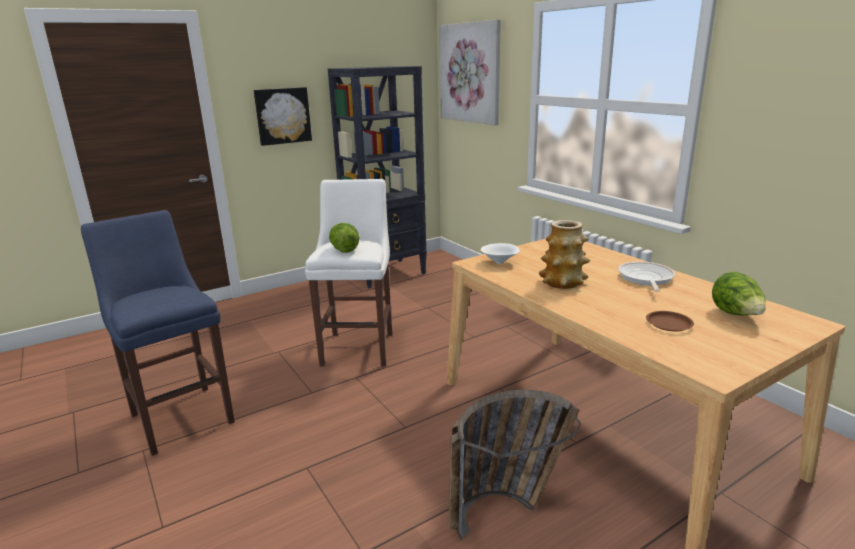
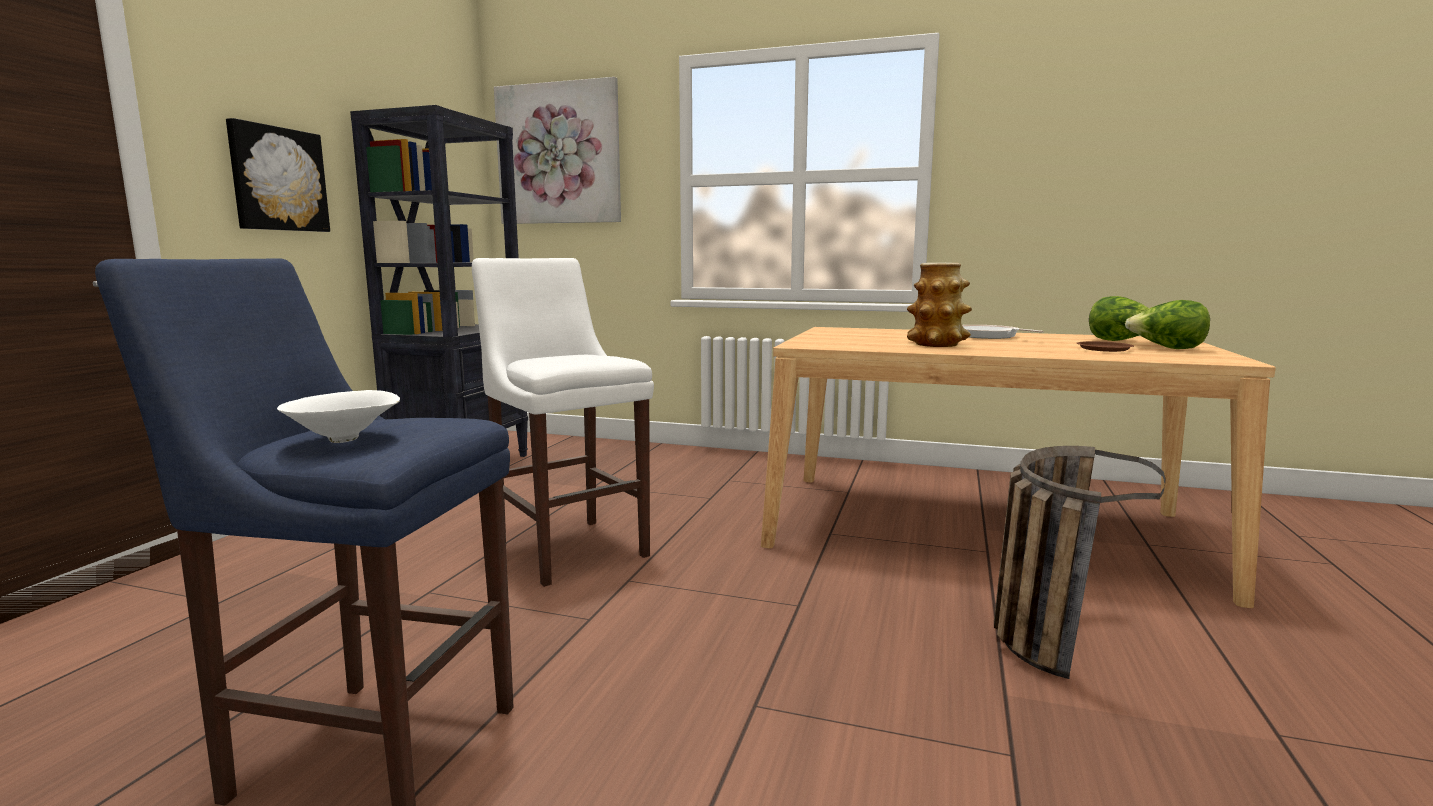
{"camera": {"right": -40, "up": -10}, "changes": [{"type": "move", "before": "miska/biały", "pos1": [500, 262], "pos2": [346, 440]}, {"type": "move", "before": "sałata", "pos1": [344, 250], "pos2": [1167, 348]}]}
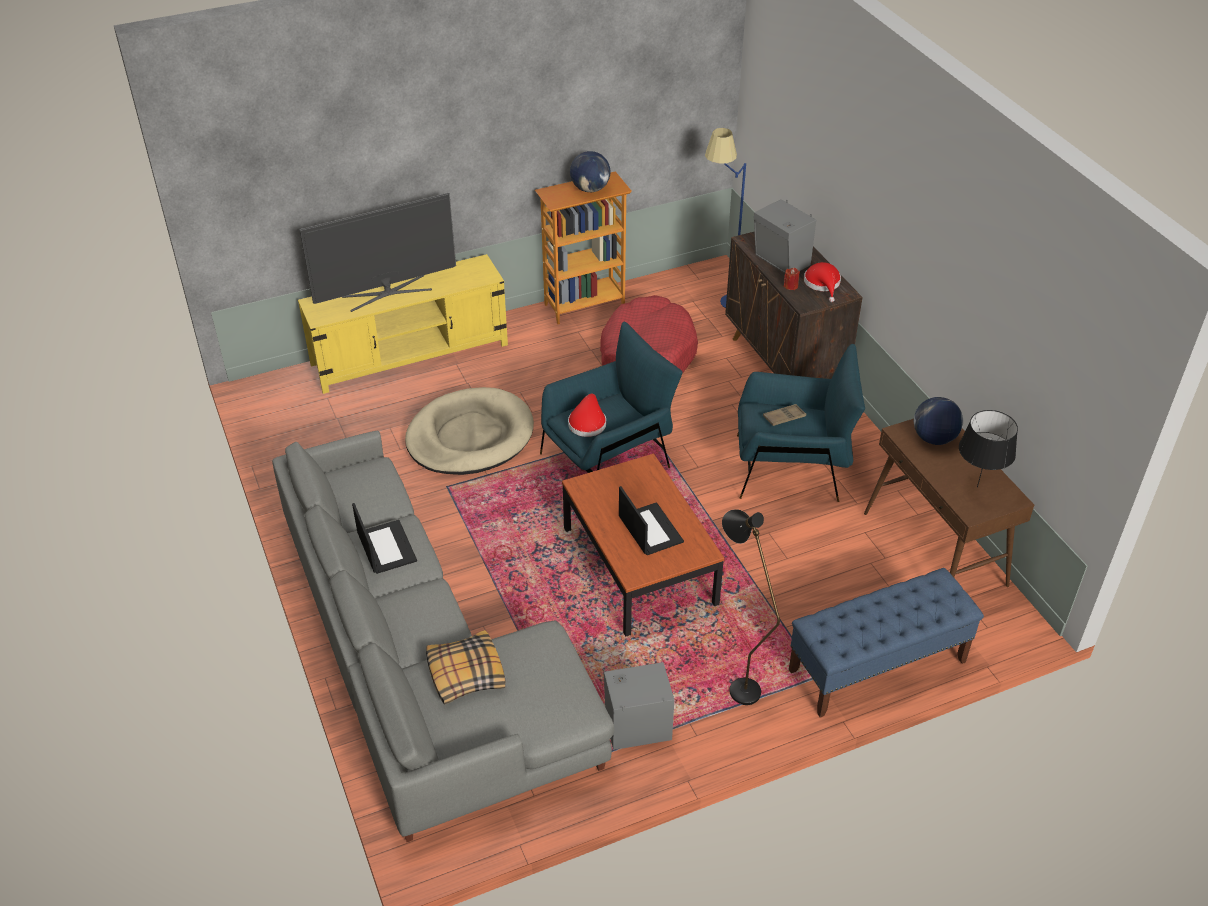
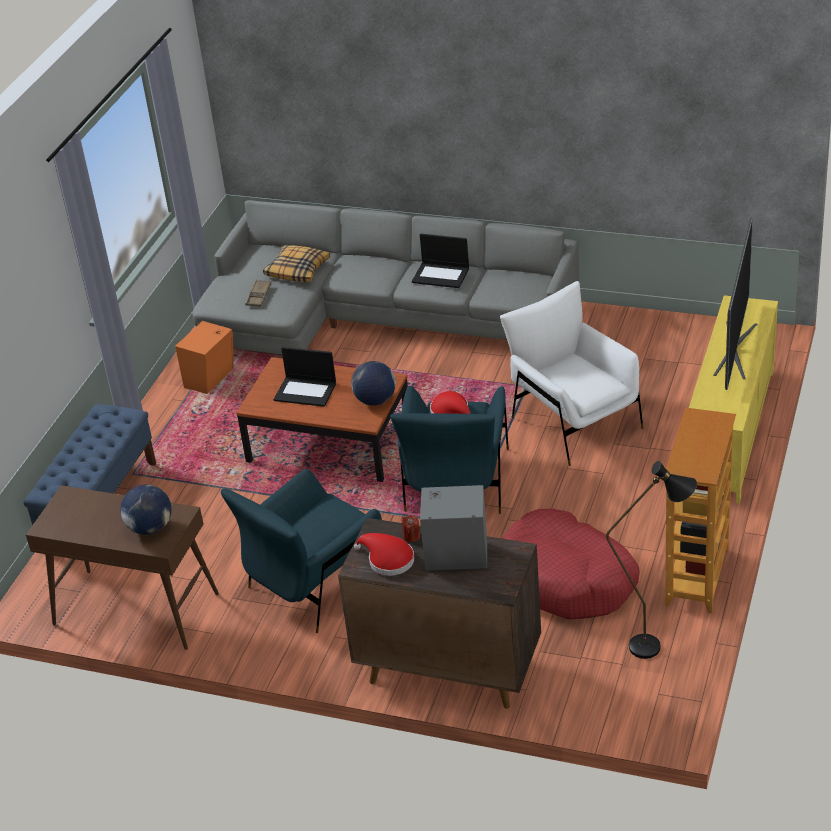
{"camera": {"right": 135, "up": -5}, "changes": [{"type": "recolor", "before": "głośnik/szary", "after": "głośnik/pomarańczowy", "pos1": [636, 727], "pos2": [211, 378]}, {"type": "move", "before": "taca/brązowy", "pos1": [784, 417], "pos2": [258, 296]}, {"type": "move", "before": "globus", "pos1": [590, 189], "pos2": [375, 401]}, {"type": "replace", "before": "legowisko/beżowy", "after": "fotel/biały", "pos1": [470, 436], "pos2": [574, 421]}, {"type": "move", "before": "lampa stojąca/czarny", "pos1": [737, 684], "pos2": [656, 647]}, {"type": "delete", "before": "lampa stojąca/niebieski", "pos1": [721, 301]}, {"type": "delete", "before": "lampa stołowa/czarny", "pos1": [977, 487]}]}
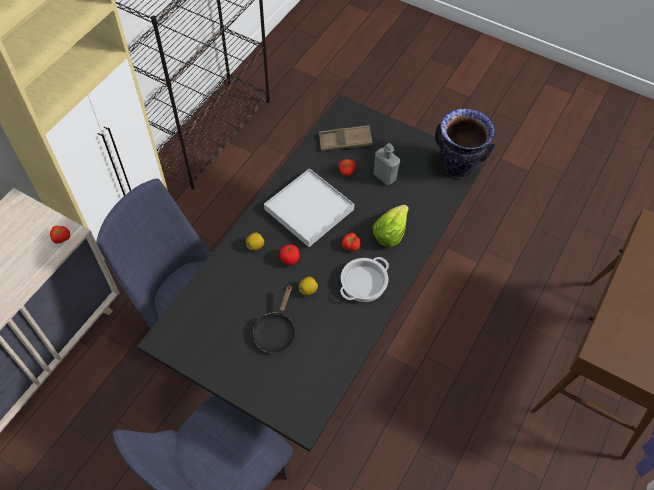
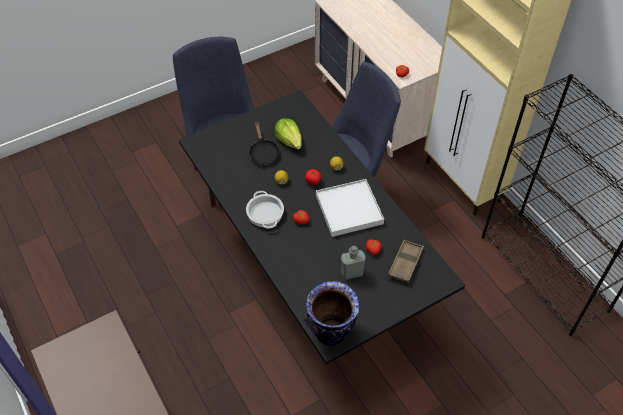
{"camera": {"right": 120, "up": -5}, "changes": [{"type": "rotate", "before": "patelnia/czarny", "pos1": [275, 331], "pos2": [263, 153], "turn": -150}, {"type": "move", "before": "sałata", "pos1": [390, 232], "pos2": [289, 140]}]}
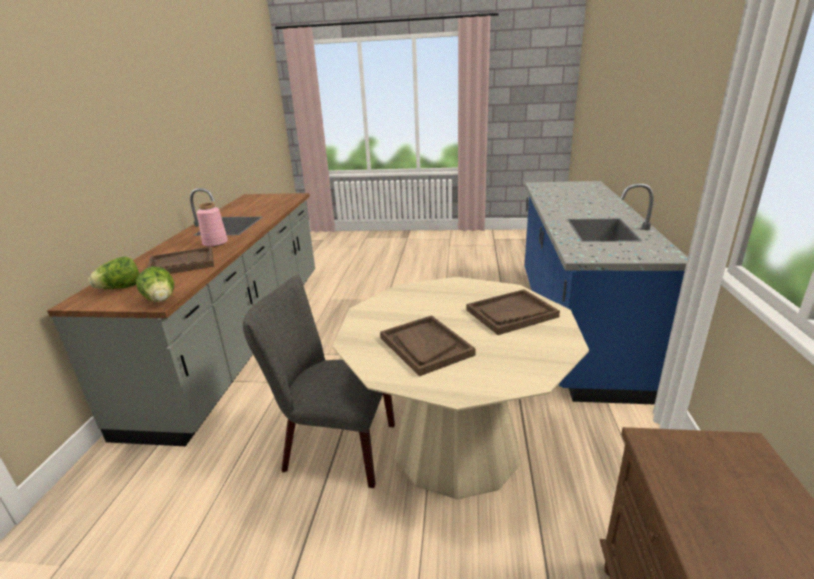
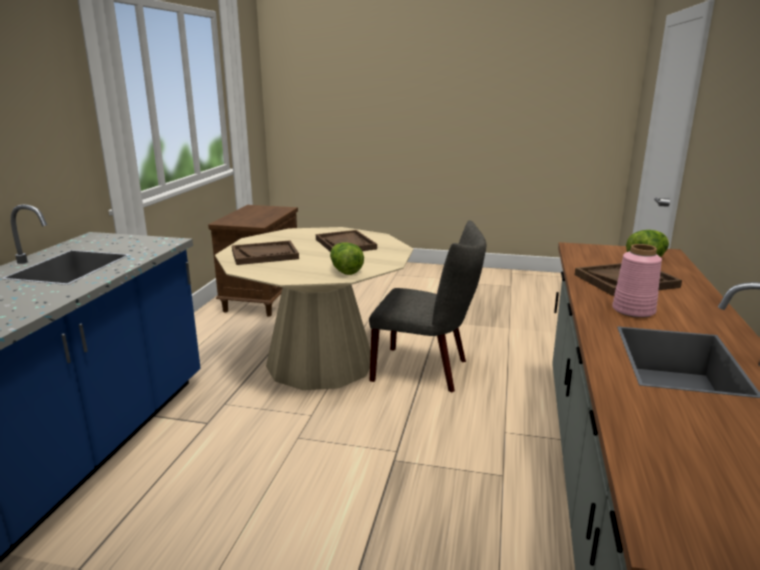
{"camera": {"right": -175, "up": -5}, "changes": [{"type": "move", "before": "sałata", "pos1": [161, 300], "pos2": [345, 271]}]}
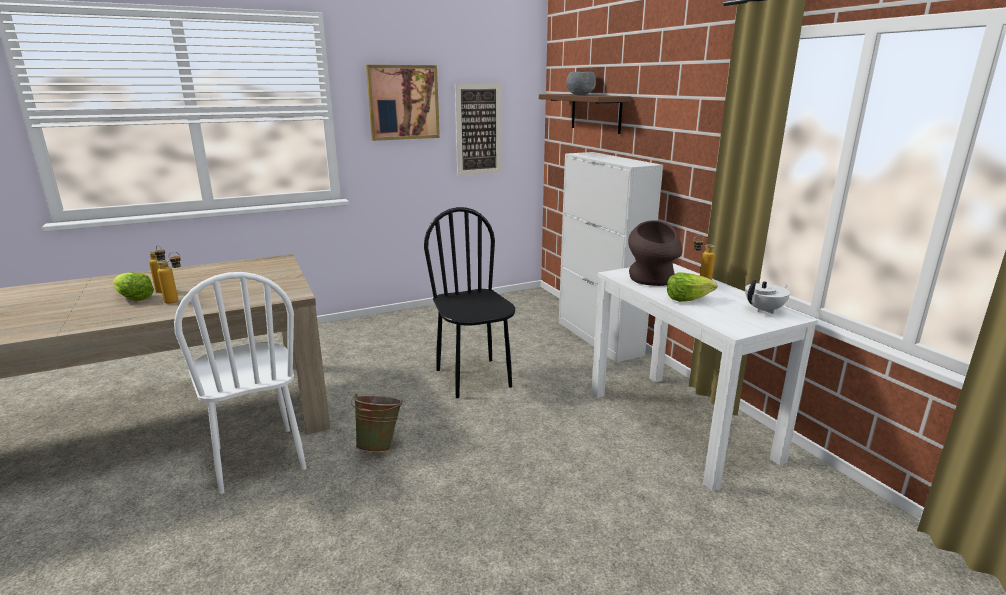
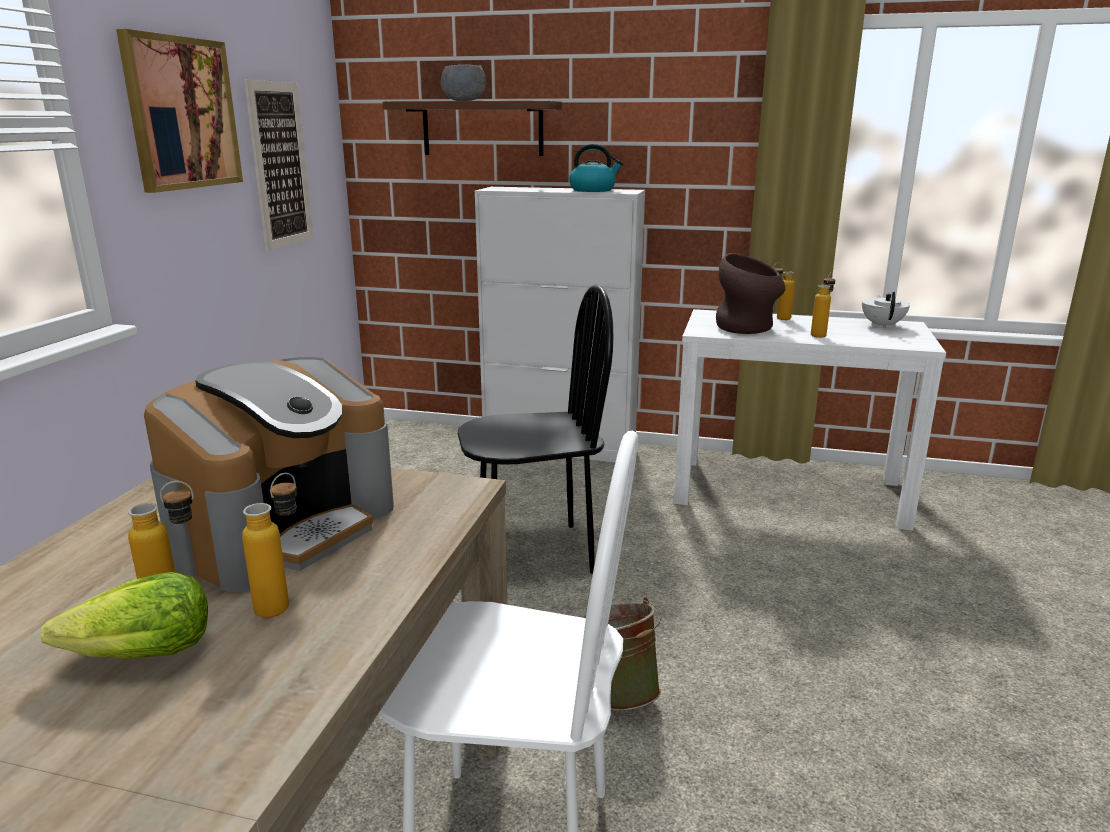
{"camera": {"right": -50, "up": 0}, "changes": [{"type": "insert", "after": "ekspres do kawy", "pos2": [283, 527]}, {"type": "rotate", "before": "krzesło/czarny", "pos1": [474, 378], "pos2": [534, 553], "turn": 150}, {"type": "insert", "after": "czajnik", "pos2": [593, 190]}, {"type": "replace", "before": "sałata", "after": "butelka", "pos1": [687, 299], "pos2": [820, 334]}]}
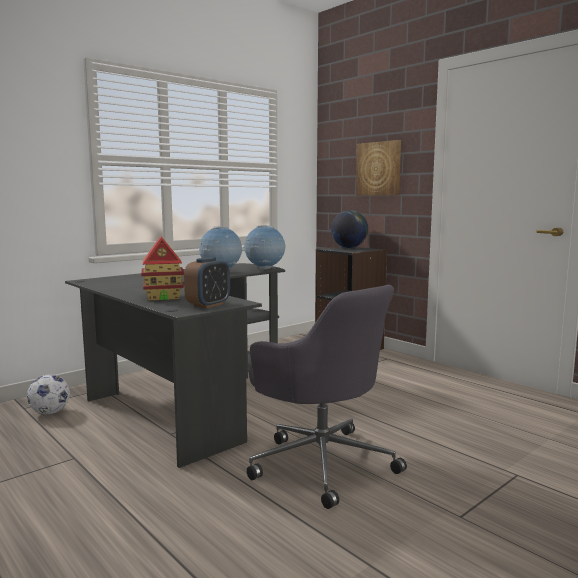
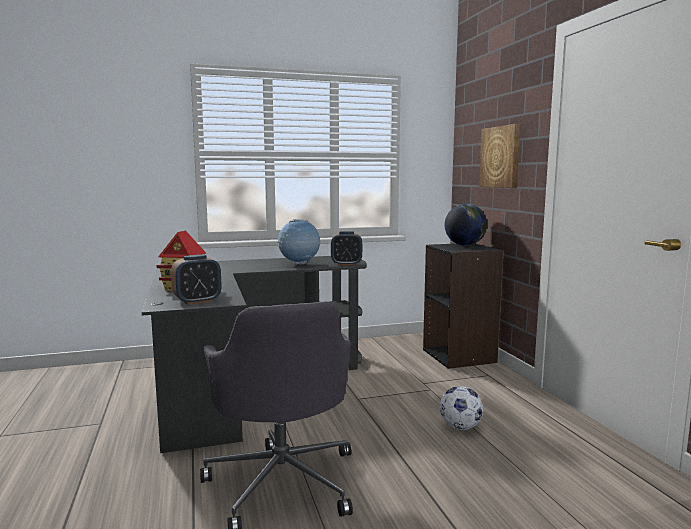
{"camera": {"right": 25, "up": 0}, "changes": [{"type": "replace", "before": "globus", "after": "budzik", "pos1": [264, 269], "pos2": [346, 264]}, {"type": "move", "before": "piłka futbolowa", "pos1": [50, 412], "pos2": [460, 427]}]}
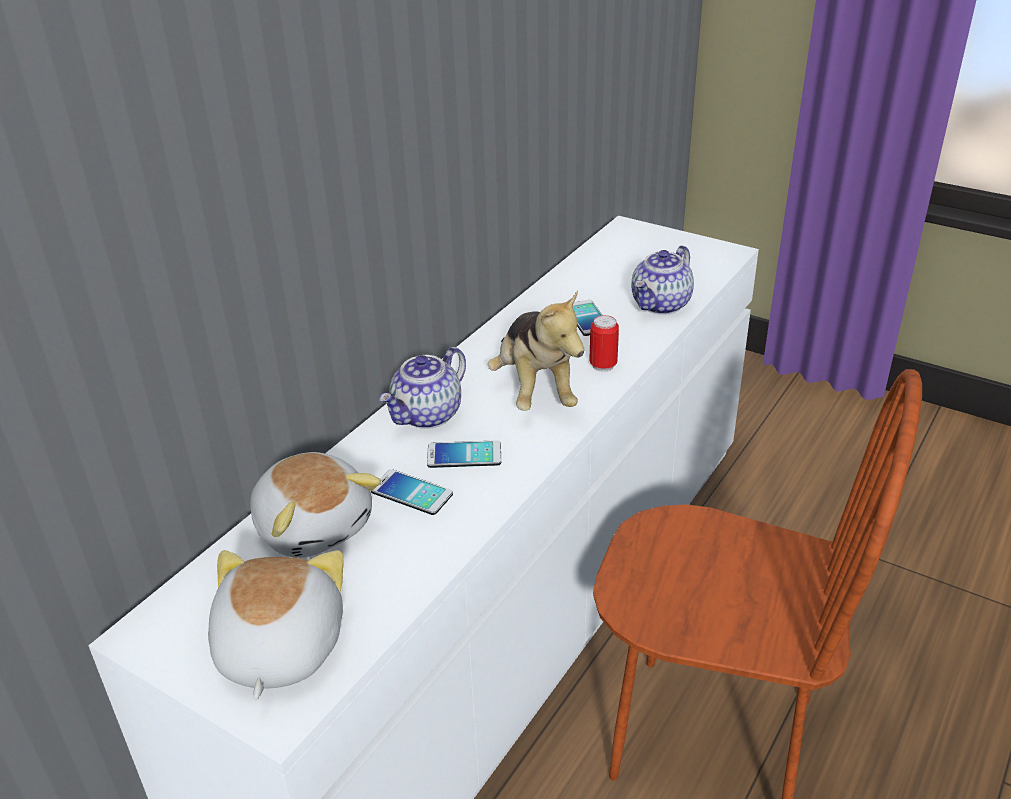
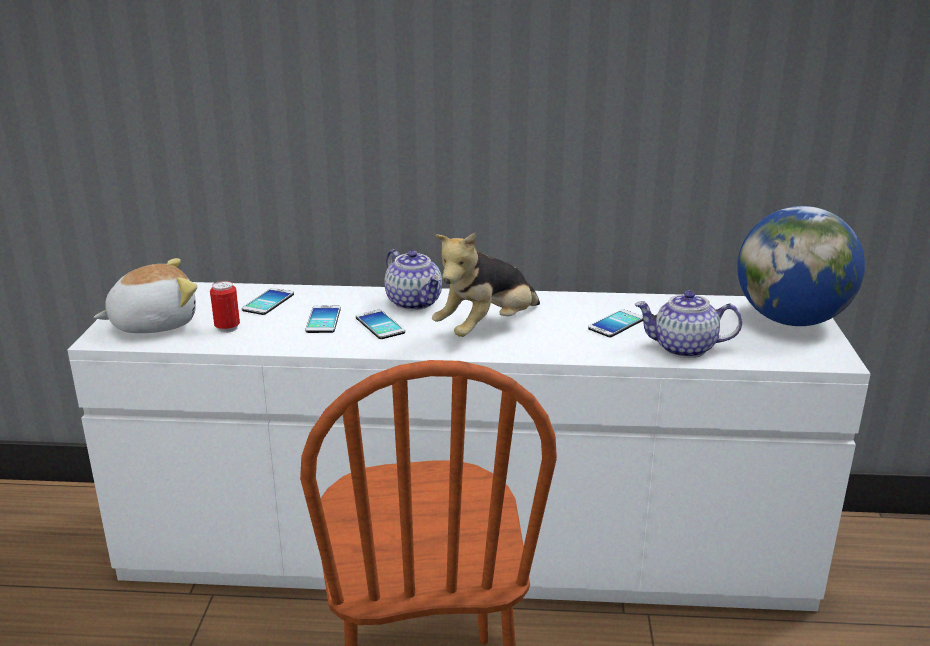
{"camera": {"right": 60, "up": -10}, "changes": [{"type": "move", "before": "puszka", "pos1": [603, 366], "pos2": [227, 328]}, {"type": "replace", "before": "pluszak", "after": "telefon", "pos1": [314, 525], "pos2": [268, 302]}, {"type": "rotate", "before": "imbryk", "pos1": [427, 415], "pos2": [414, 302], "turn": -135}, {"type": "insert", "after": "globus", "pos2": [790, 320]}]}
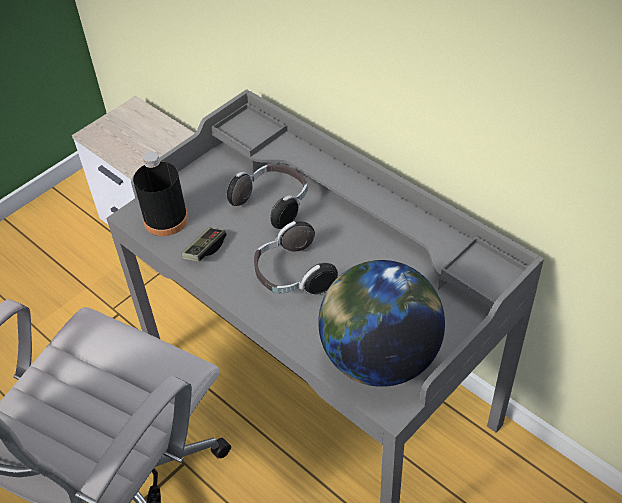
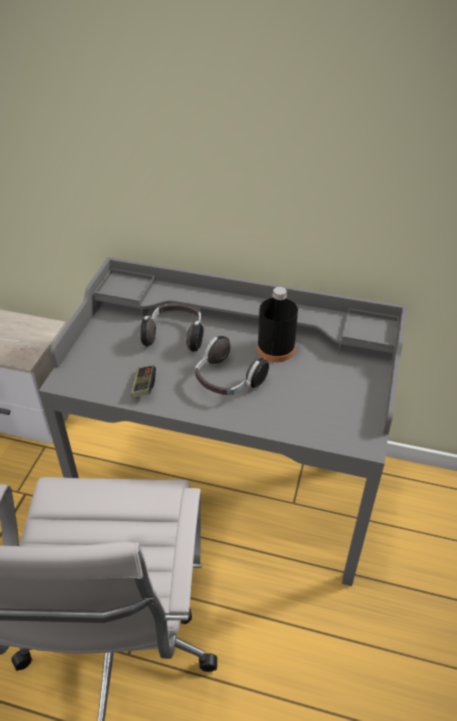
{"camera": {"right": -30, "up": -5}, "changes": [{"type": "move", "before": "butelka/czarny", "pos1": [166, 220], "pos2": [275, 349]}, {"type": "delete", "before": "globus", "pos1": [379, 358]}]}
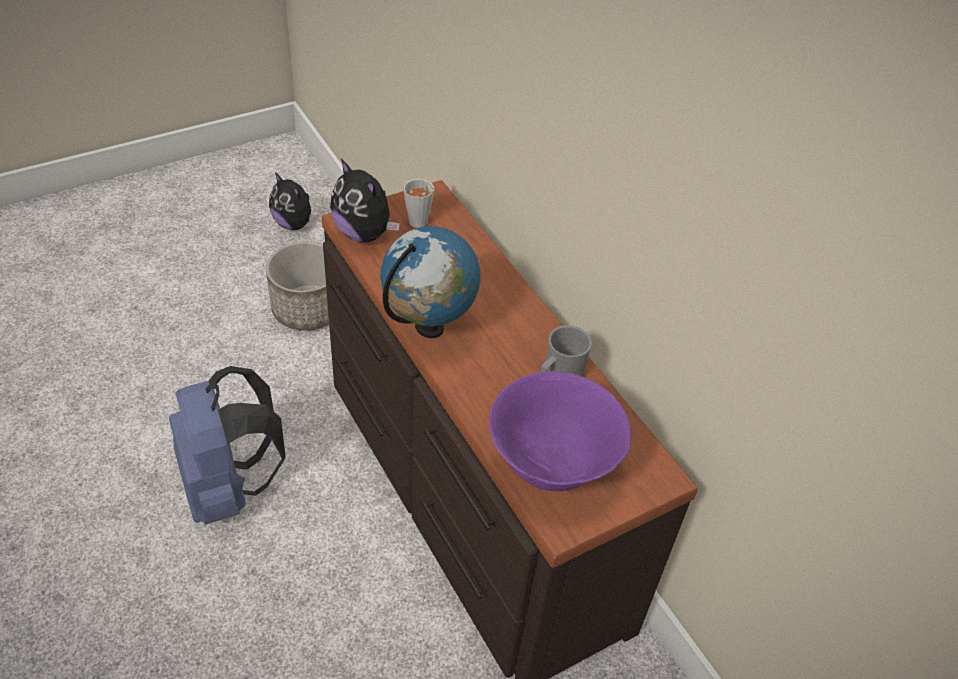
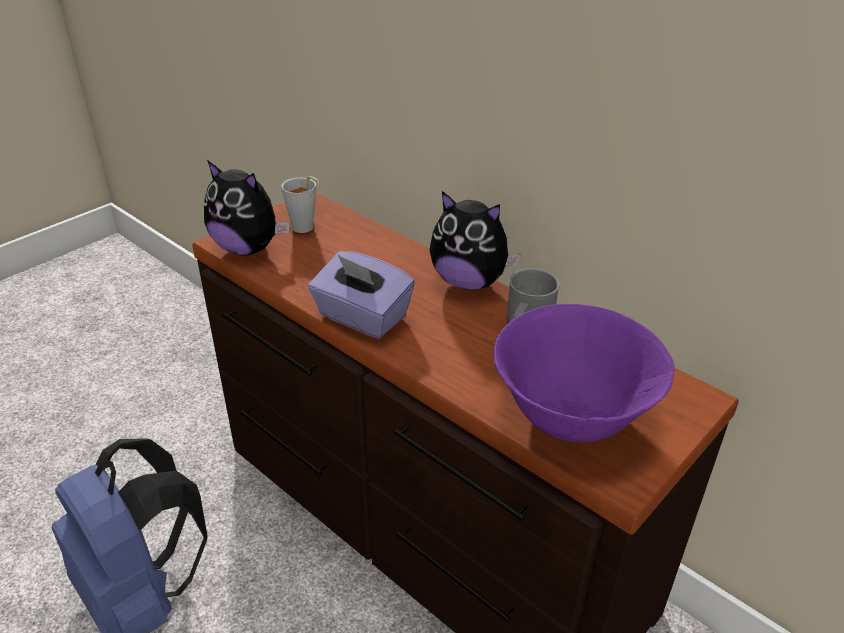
{"camera": {"right": -15, "up": -10}, "changes": [{"type": "replace", "before": "globus", "after": "pudełko chusteczek/fioletowy", "pos1": [429, 327], "pos2": [361, 317]}, {"type": "move", "before": "pluszak", "pos1": [294, 224], "pos2": [469, 282]}, {"type": "delete", "before": "donica", "pos1": [308, 308]}]}
